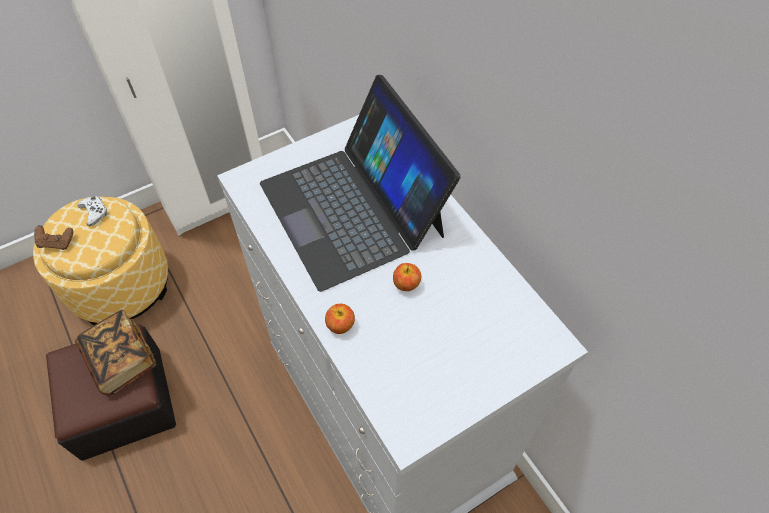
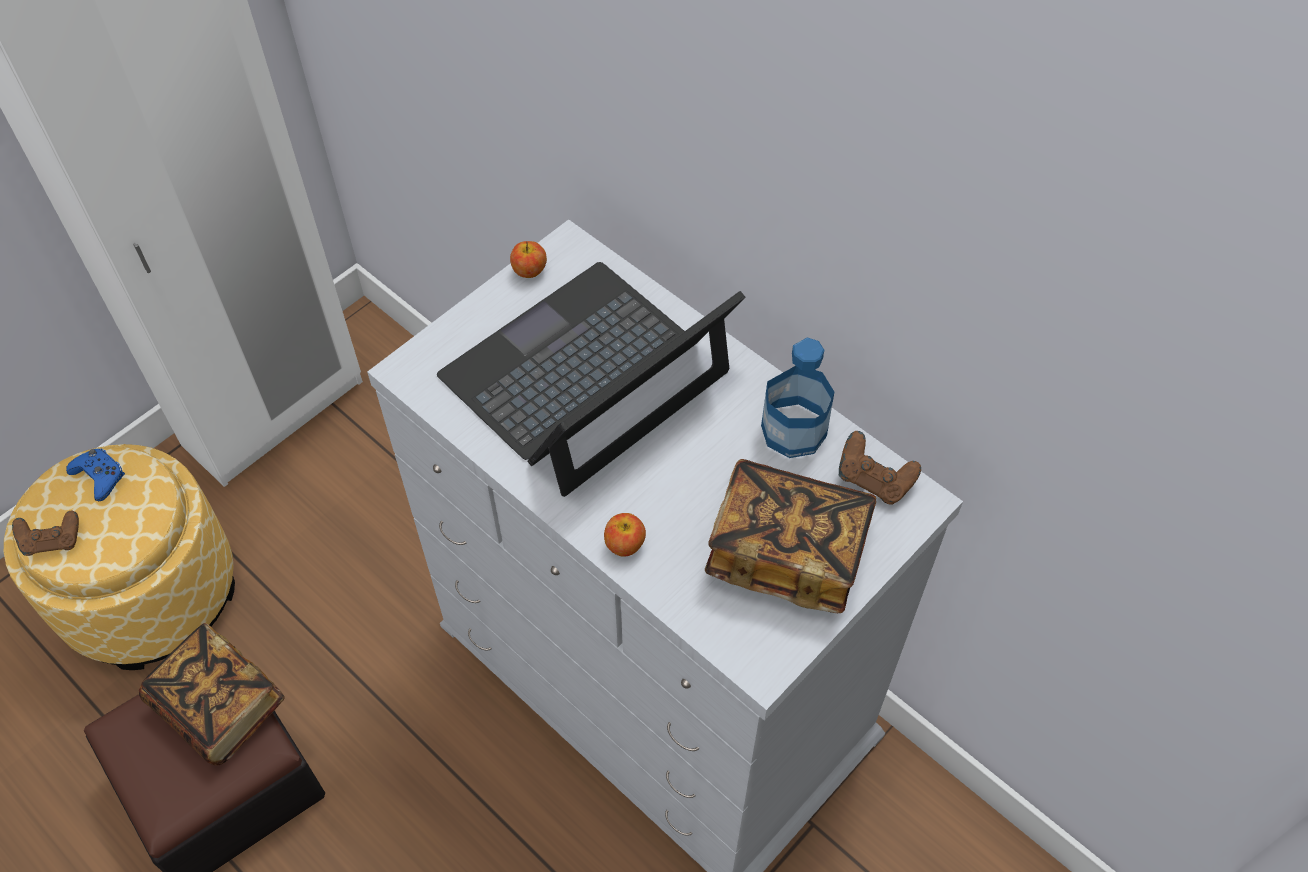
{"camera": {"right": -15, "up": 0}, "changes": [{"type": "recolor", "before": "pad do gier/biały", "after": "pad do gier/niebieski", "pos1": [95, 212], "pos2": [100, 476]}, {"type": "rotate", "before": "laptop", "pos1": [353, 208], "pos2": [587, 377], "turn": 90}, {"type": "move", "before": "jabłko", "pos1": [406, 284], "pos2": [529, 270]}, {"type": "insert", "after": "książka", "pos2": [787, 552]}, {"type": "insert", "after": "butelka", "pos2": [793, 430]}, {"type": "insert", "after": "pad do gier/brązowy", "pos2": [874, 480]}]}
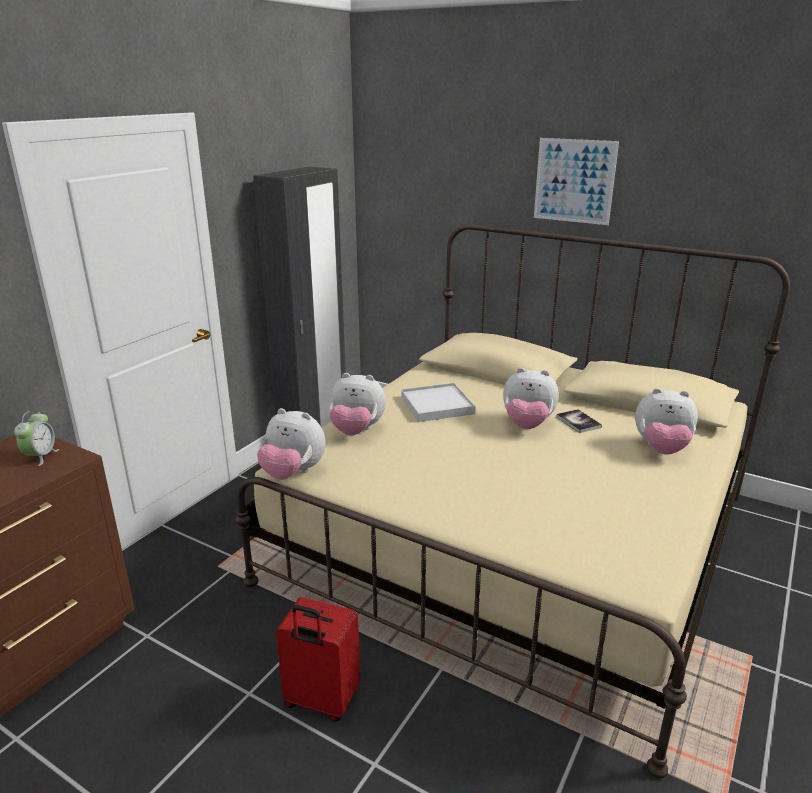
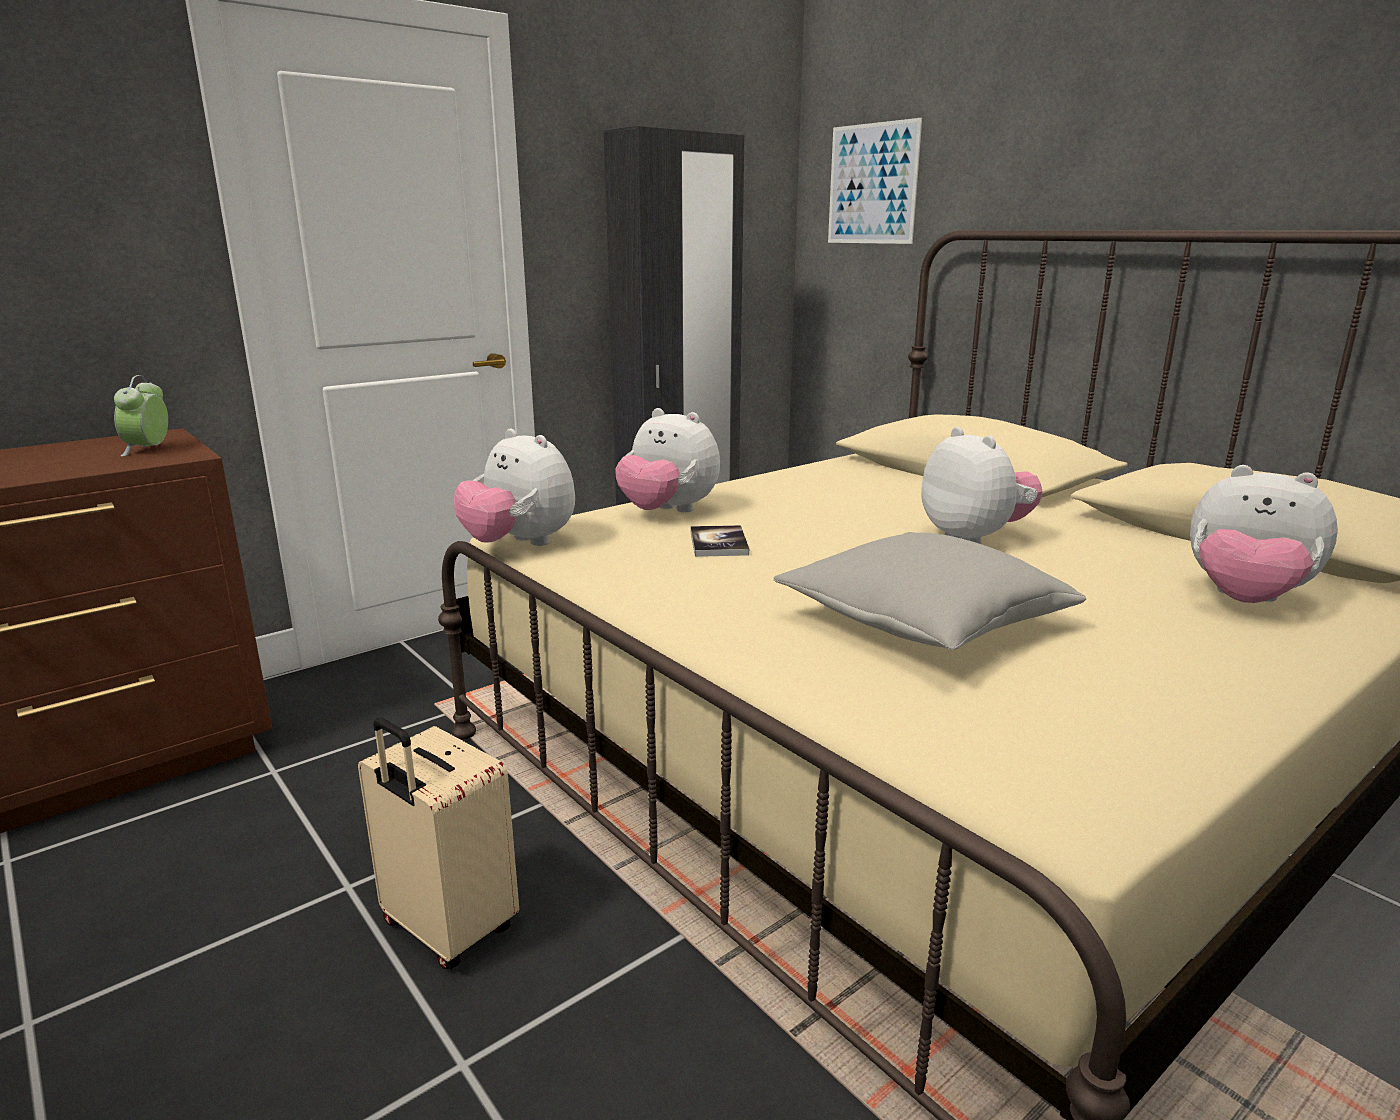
{"camera": {"right": 20, "up": -5}, "changes": [{"type": "rotate", "before": "budzik", "pos1": [40, 457], "pos2": [148, 450], "turn": 150}, {"type": "recolor", "before": "walizka/czerwony", "after": "walizka/beżowy", "pos1": [321, 701], "pos2": [446, 929]}, {"type": "move", "before": "książka", "pos1": [578, 422], "pos2": [718, 543]}, {"type": "insert", "after": "poduszka/szary", "pos2": [923, 623]}, {"type": "move", "before": "obraz", "pos1": [574, 181], "pos2": [872, 184]}, {"type": "rotate", "before": "pluszak", "pos1": [527, 425], "pos2": [974, 538], "turn": -150}, {"type": "delete", "before": "taca/biały", "pos1": [437, 405]}]}
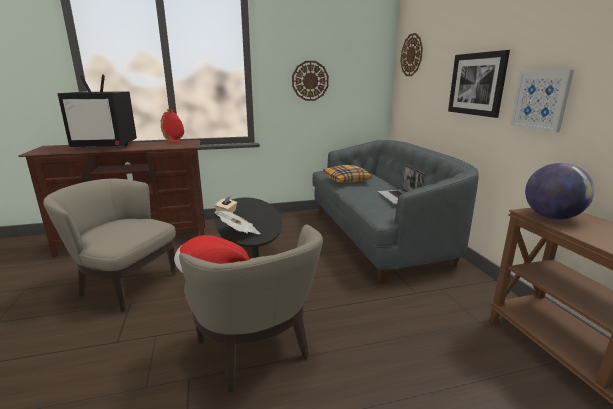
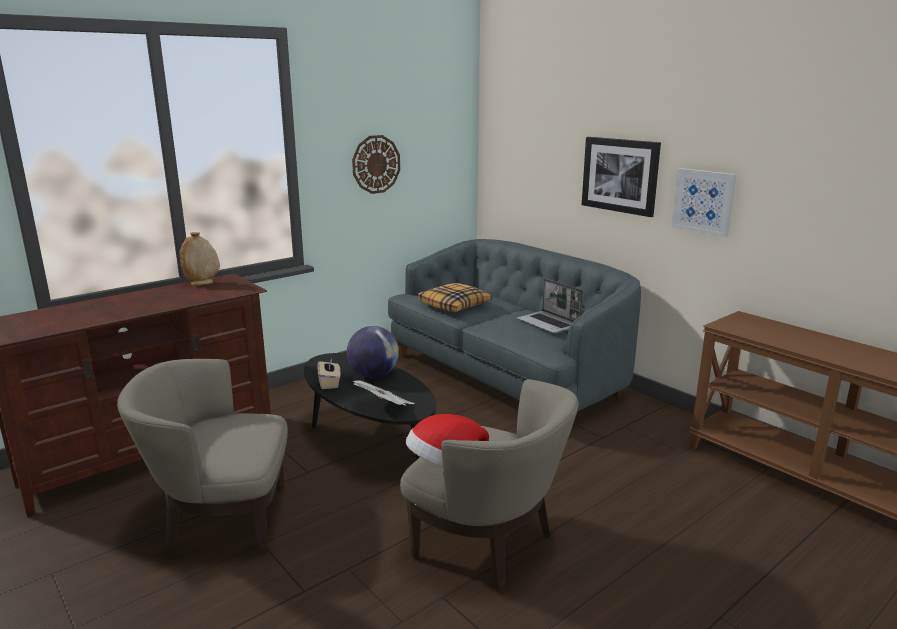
{"camera": {"right": -25, "up": 0}, "changes": [{"type": "recolor", "before": "wazon/czerwony", "after": "wazon/beżowy", "pos1": [174, 142], "pos2": [202, 283]}, {"type": "move", "before": "globus", "pos1": [551, 217], "pos2": [373, 375]}, {"type": "delete", "before": "telewizor", "pos1": [107, 146]}, {"type": "delete", "before": "zegar ścienny", "pos1": [411, 55]}]}
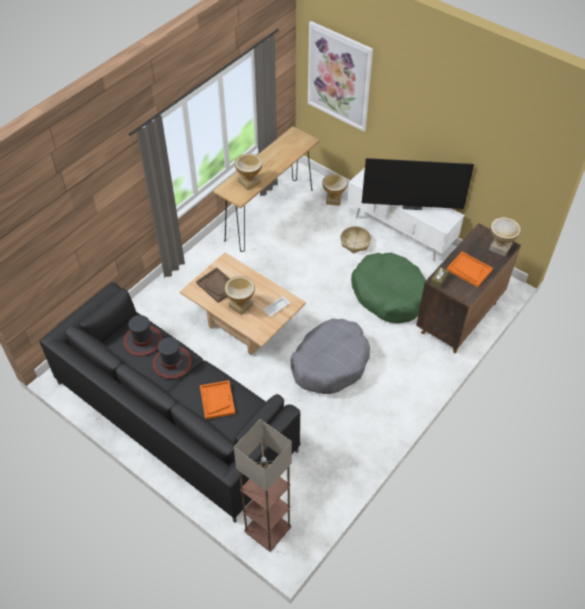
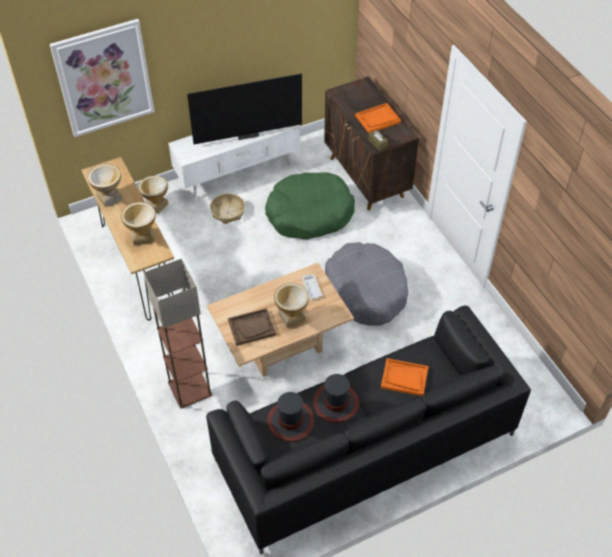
{"camera": {"right": -65, "up": 0}, "changes": [{"type": "move", "before": "wazon", "pos1": [499, 247], "pos2": [109, 197]}, {"type": "move", "before": "lampa stojąca", "pos1": [266, 529], "pos2": [189, 389]}, {"type": "rotate", "before": "telewizor", "pos1": [412, 205], "pos2": [247, 133], "turn": 45}]}
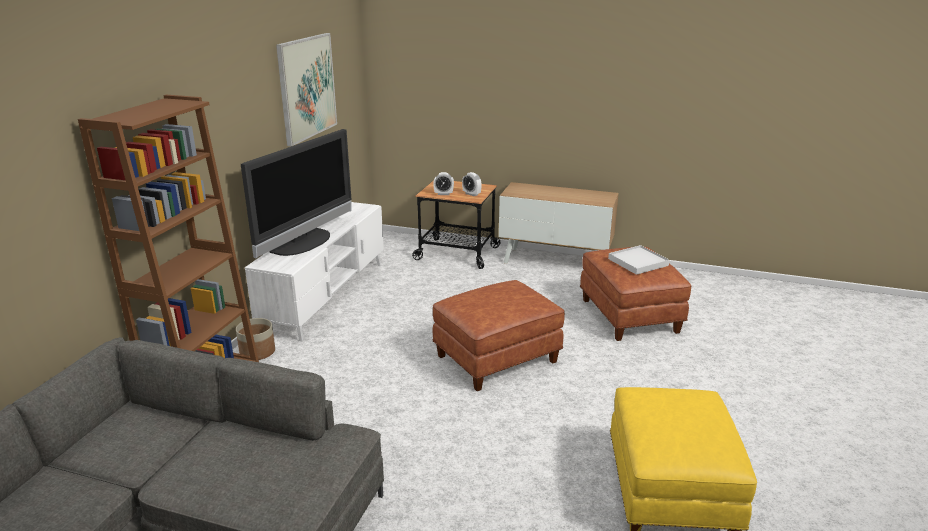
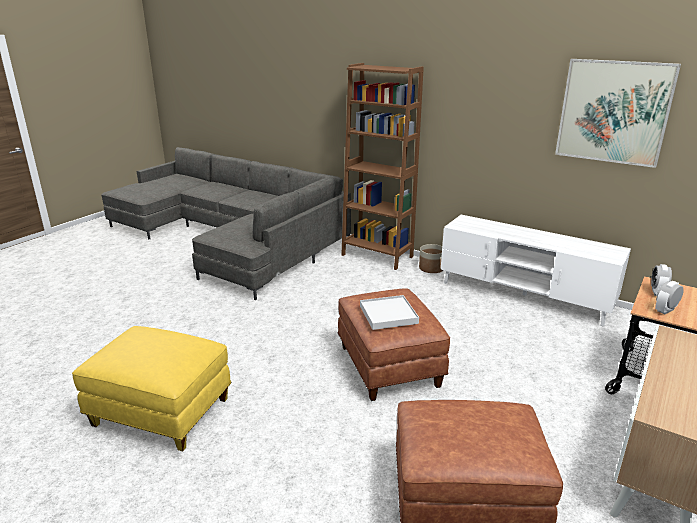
{"camera": {"right": 105, "up": 0}, "changes": [{"type": "move", "before": "taca/biały", "pos1": [638, 262], "pos2": [388, 314]}, {"type": "delete", "before": "telewizor", "pos1": [305, 243]}]}
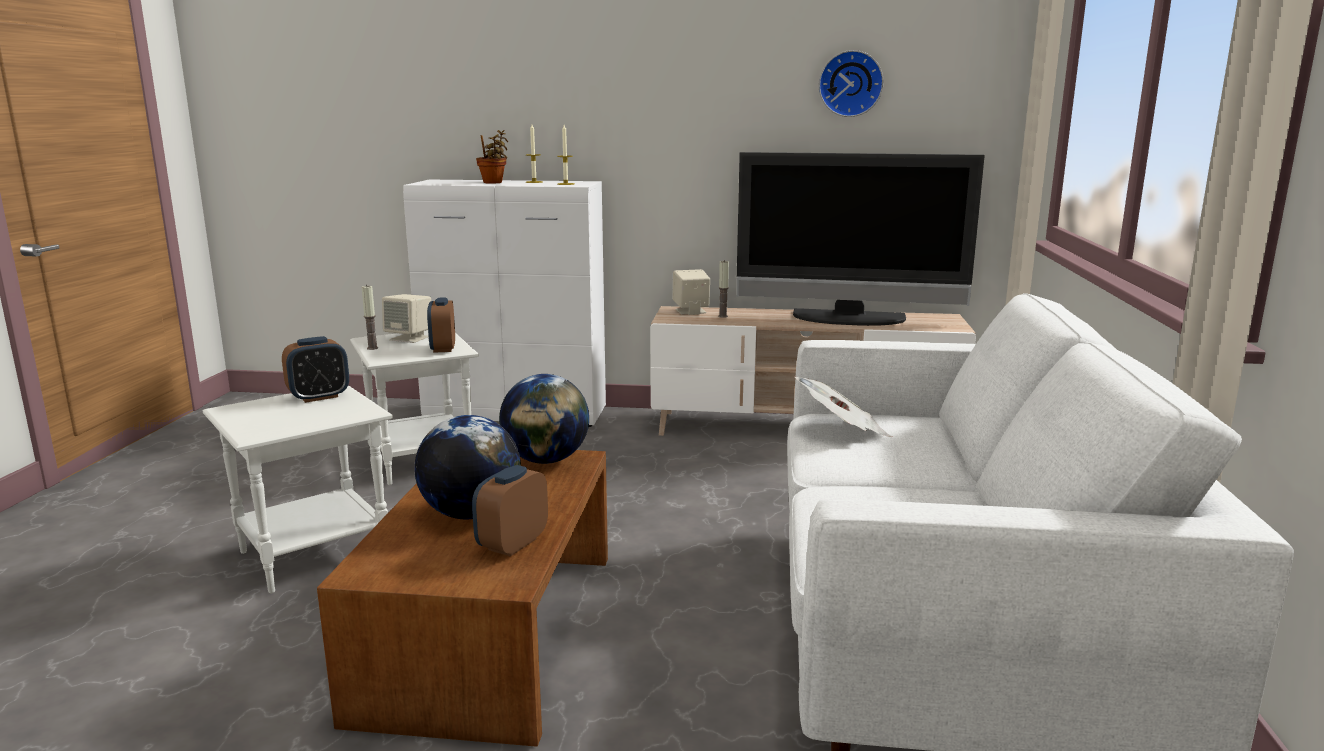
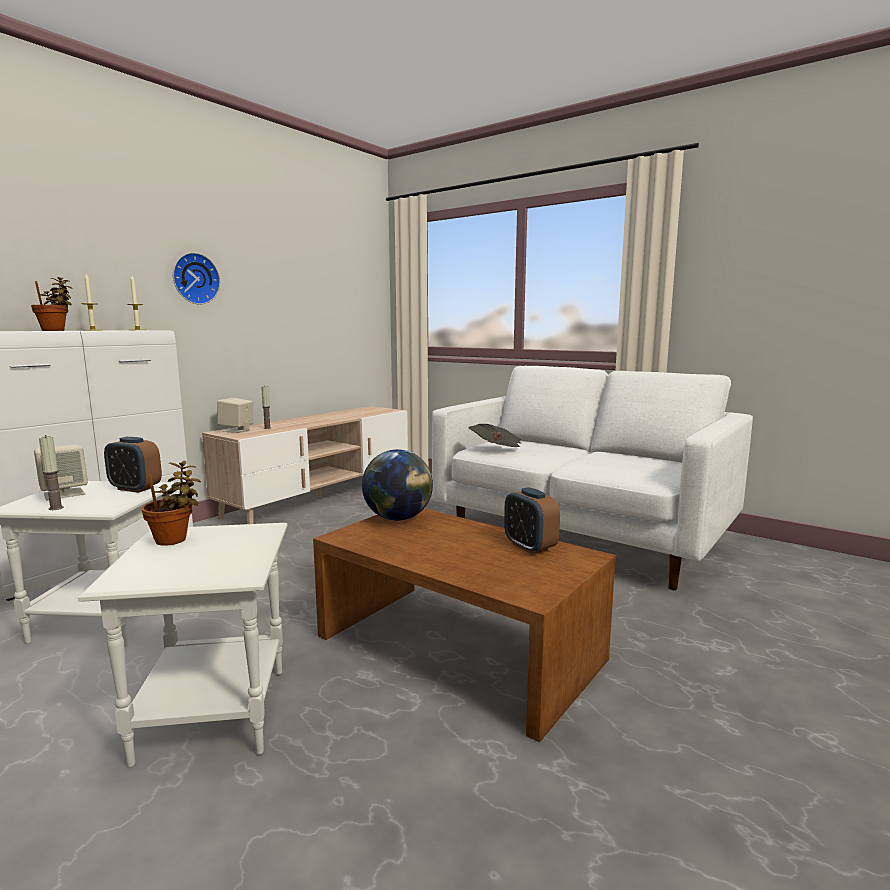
{"camera": {"right": -60, "up": -5}, "changes": [{"type": "replace", "before": "budzik", "after": "roślina doniczkowa", "pos1": [319, 397], "pos2": [174, 540]}, {"type": "move", "before": "zegar ścienny", "pos1": [850, 84], "pos2": [194, 278]}, {"type": "delete", "before": "globus", "pos1": [471, 514]}, {"type": "delete", "before": "telewizor", "pos1": [848, 318]}]}
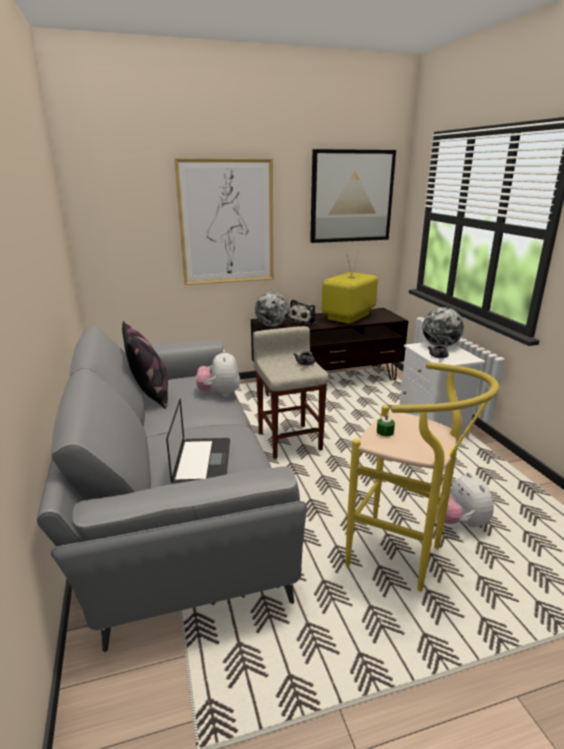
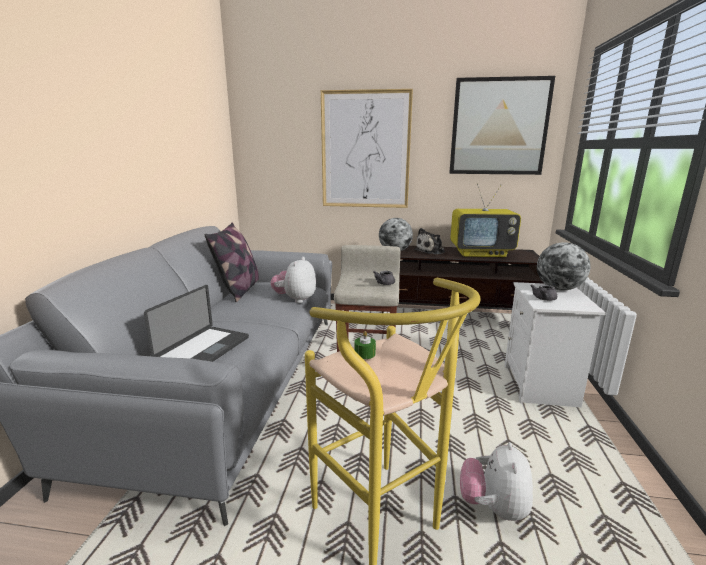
{"camera": {"right": 25, "up": -5}, "changes": [{"type": "rotate", "before": "telewizor", "pos1": [348, 317], "pos2": [481, 253], "turn": -150}]}
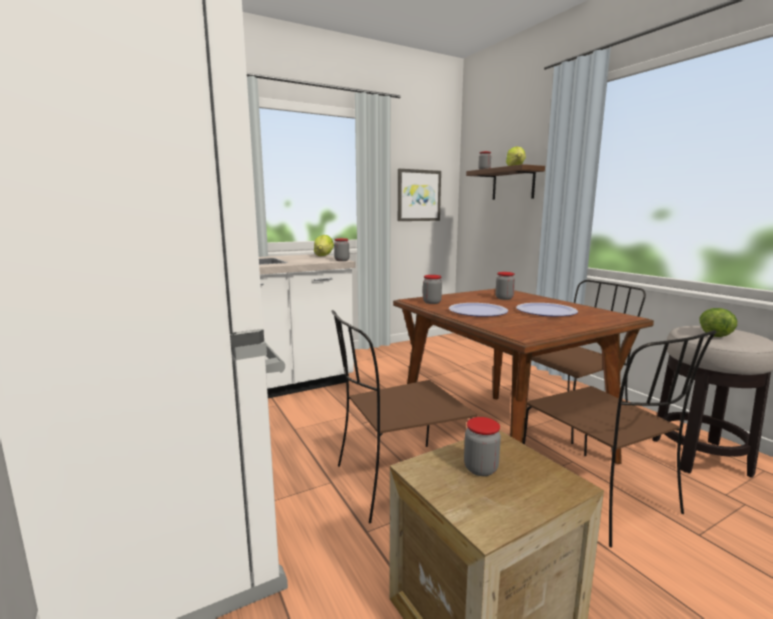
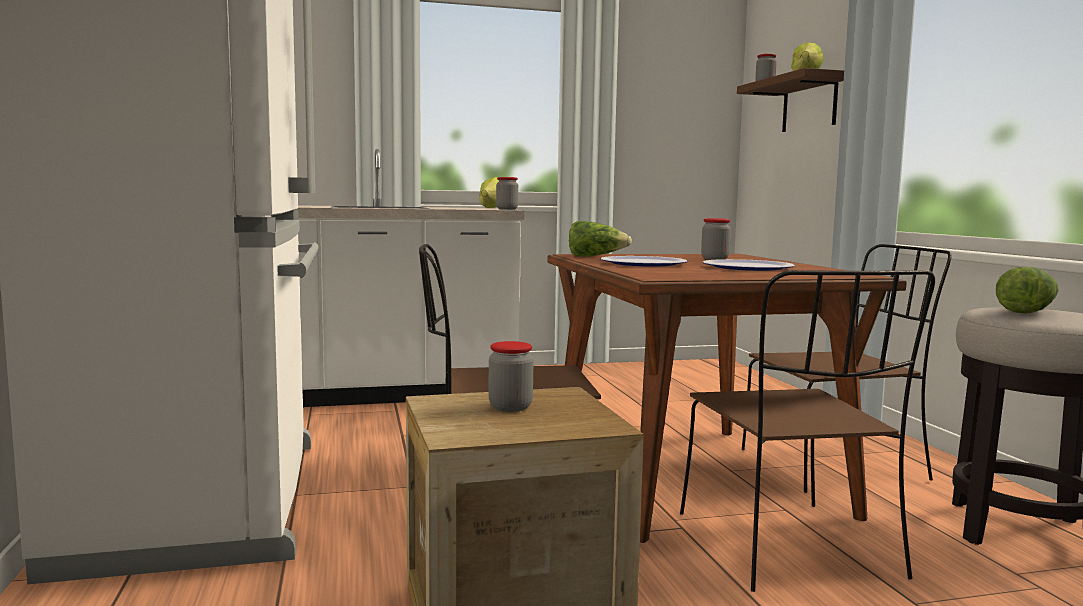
{"camera": {"right": 15, "up": -5}, "changes": [{"type": "replace", "before": "słoik", "after": "sałata", "pos1": [432, 302], "pos2": [595, 257]}, {"type": "delete", "before": "obraz", "pos1": [418, 195]}]}
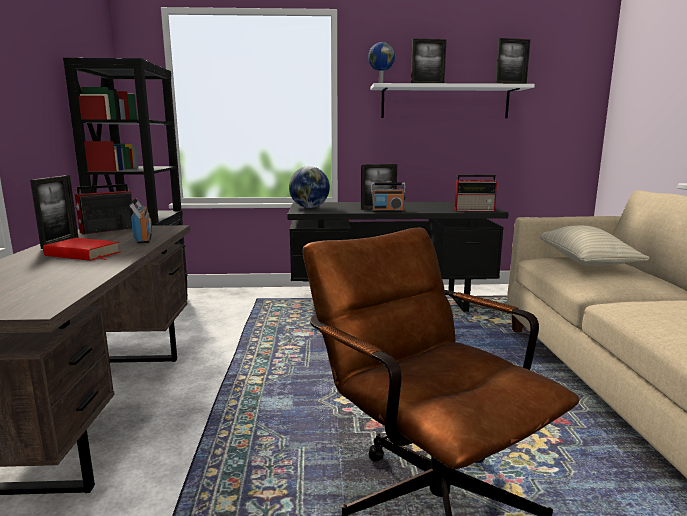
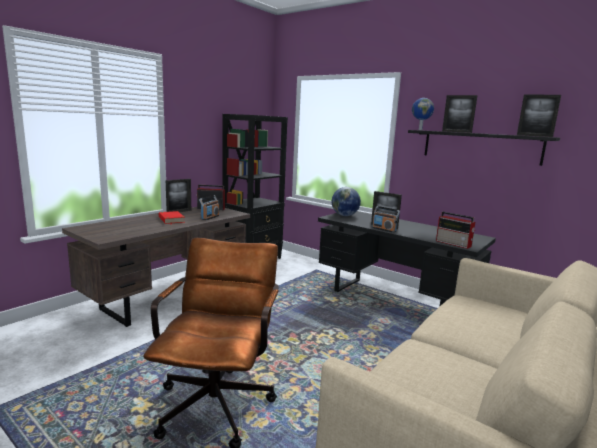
{"camera": {"right": 40, "up": 0}, "changes": [{"type": "recolor", "before": "półka/biały", "after": "półka/czarny", "pos1": [445, 102], "pos2": [480, 146]}, {"type": "delete", "before": "poduszka/beżowy", "pos1": [584, 261]}]}
